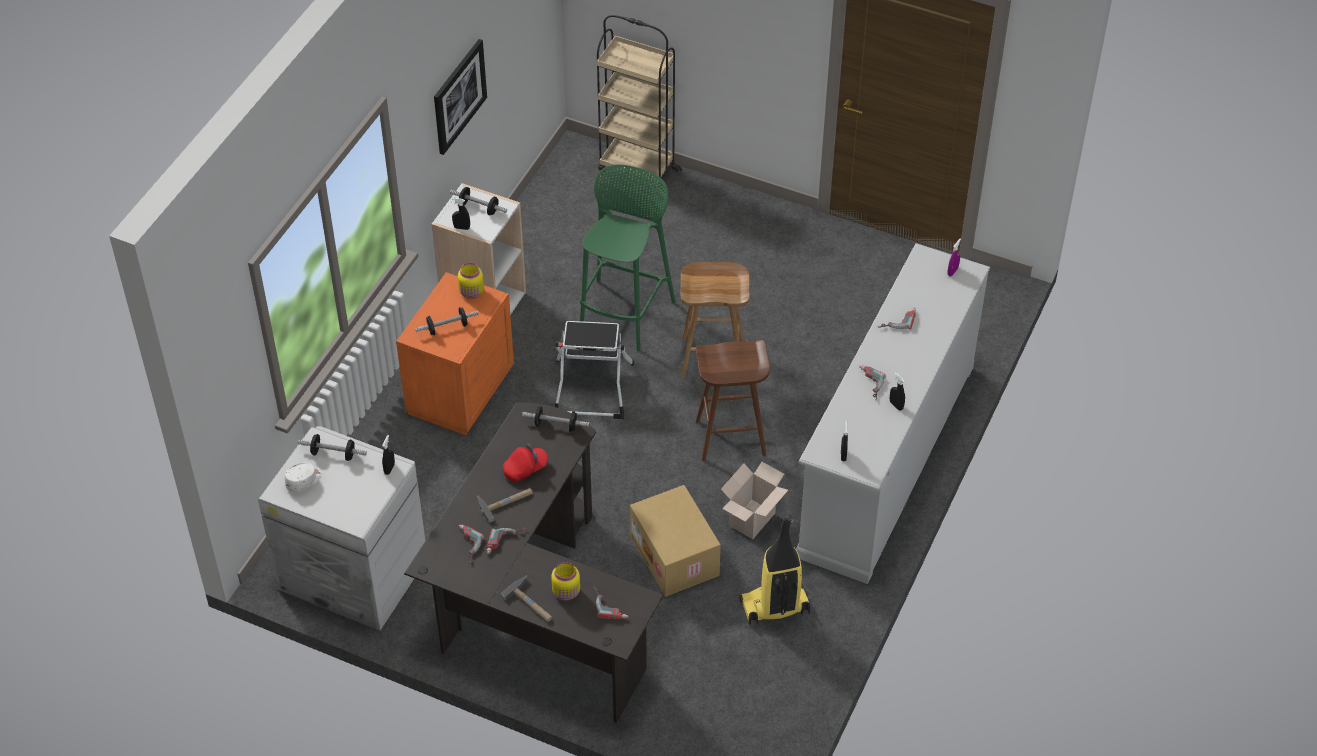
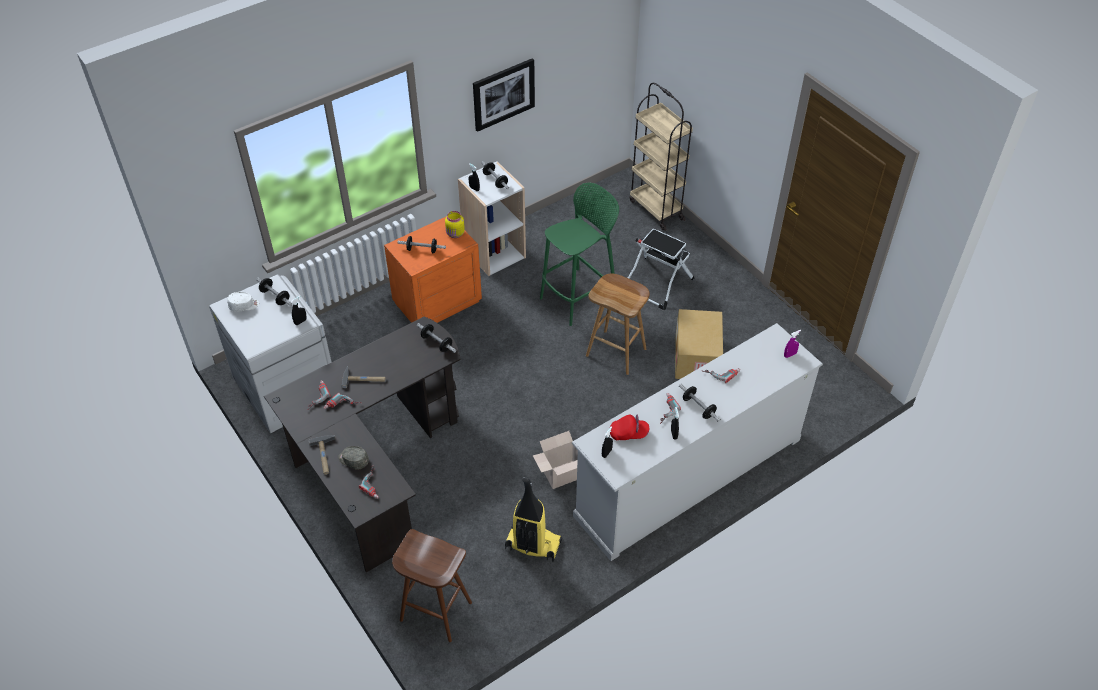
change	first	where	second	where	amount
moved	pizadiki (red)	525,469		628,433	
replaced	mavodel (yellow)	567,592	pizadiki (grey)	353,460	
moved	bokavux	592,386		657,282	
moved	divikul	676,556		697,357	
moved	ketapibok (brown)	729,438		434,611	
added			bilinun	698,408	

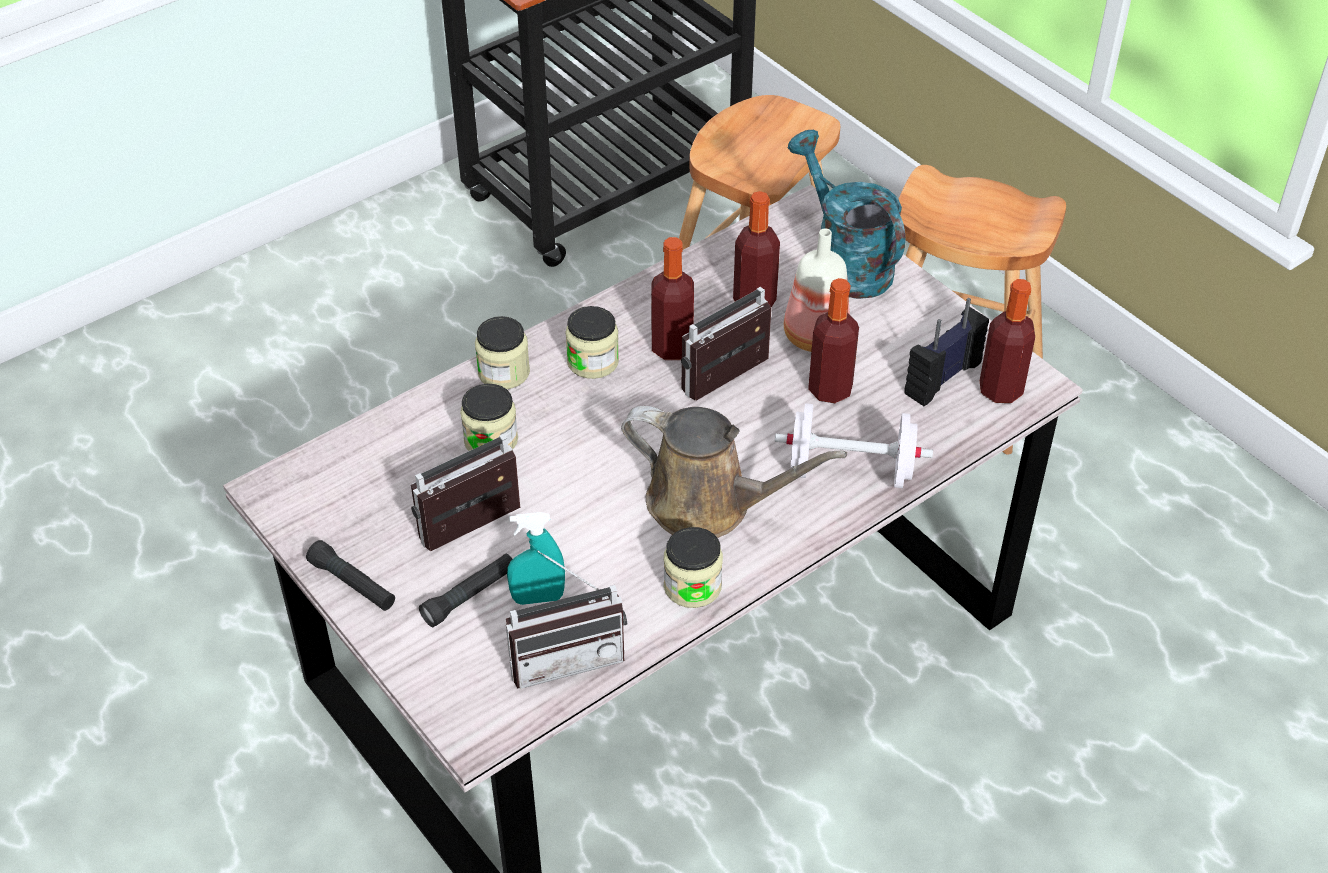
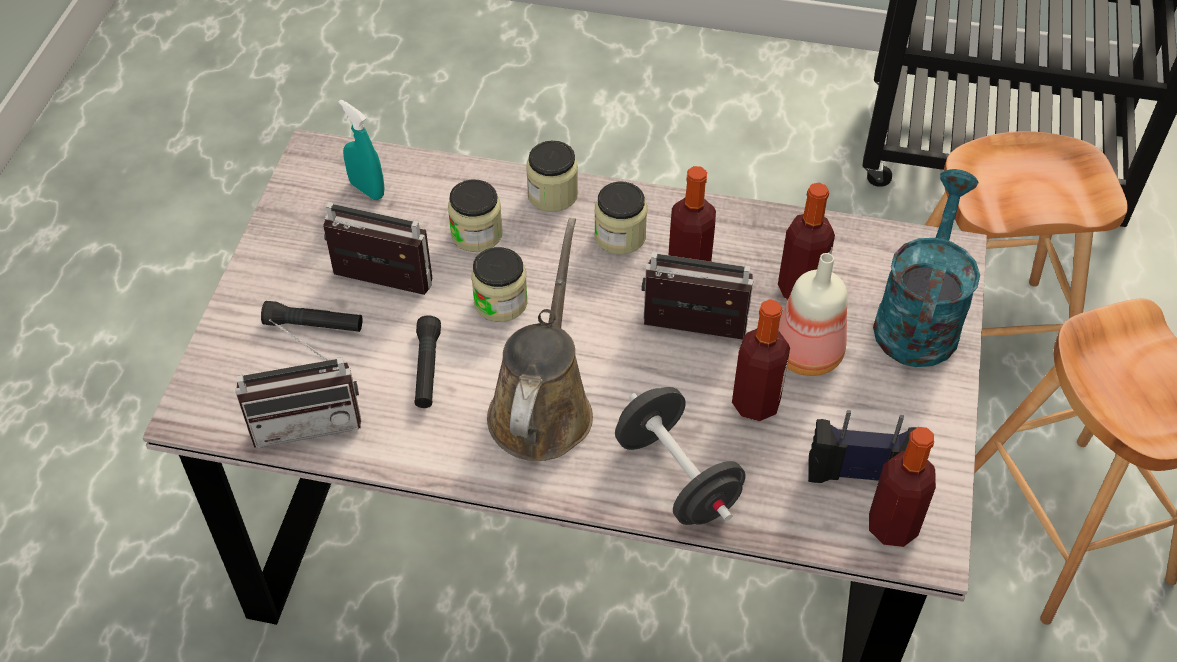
change	first	where	second	where	amount
moved	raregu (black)	353,584		427,369	
turned	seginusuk	565,655		307,419	45 degrees counterclockwise
moved	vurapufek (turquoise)	538,598		367,189	
turned	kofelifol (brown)	709,505		542,406	150 degrees counterclockwise
moved	mavodel	692,586		500,302	
recoloured	bilinun (white)	850,470	bilinun (black)	677,476	

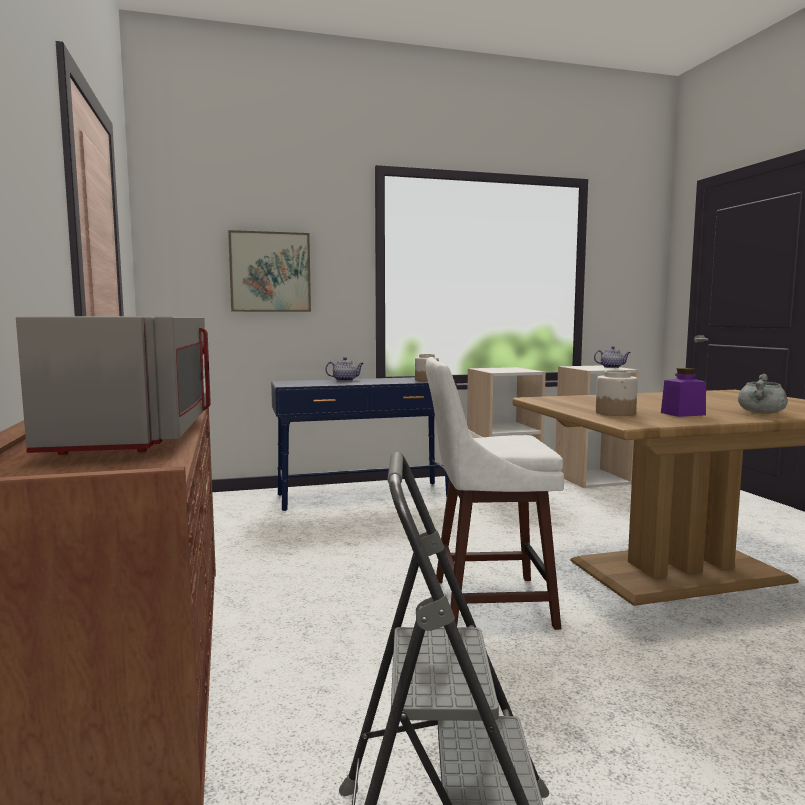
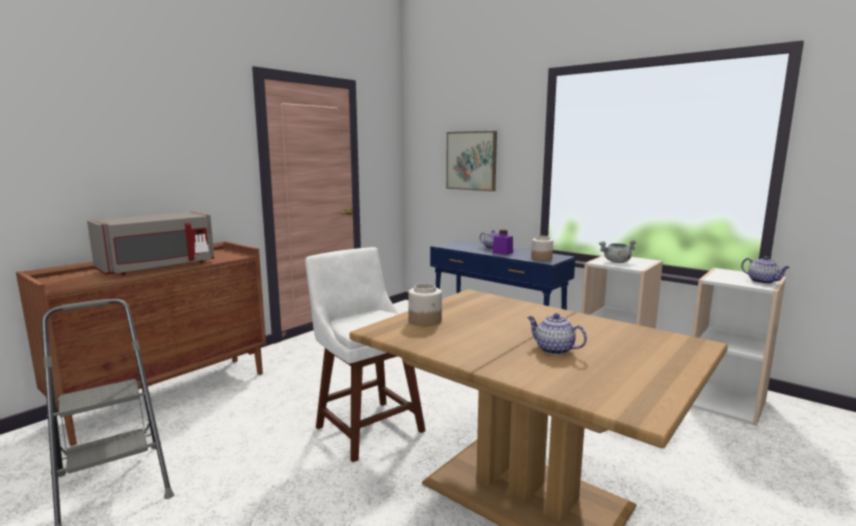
change	first	where	second	where	amount
moved	mavodel (purple)	683,414		502,252	
moved	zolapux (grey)	761,413		616,262	
added			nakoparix	553,349	

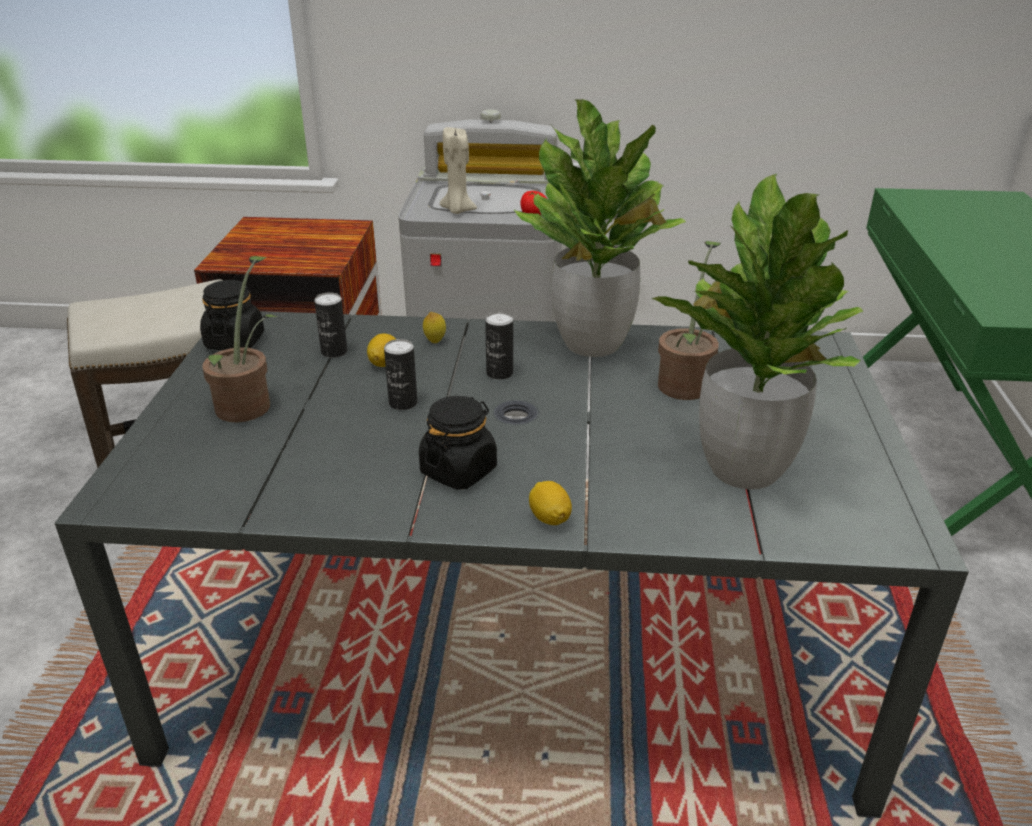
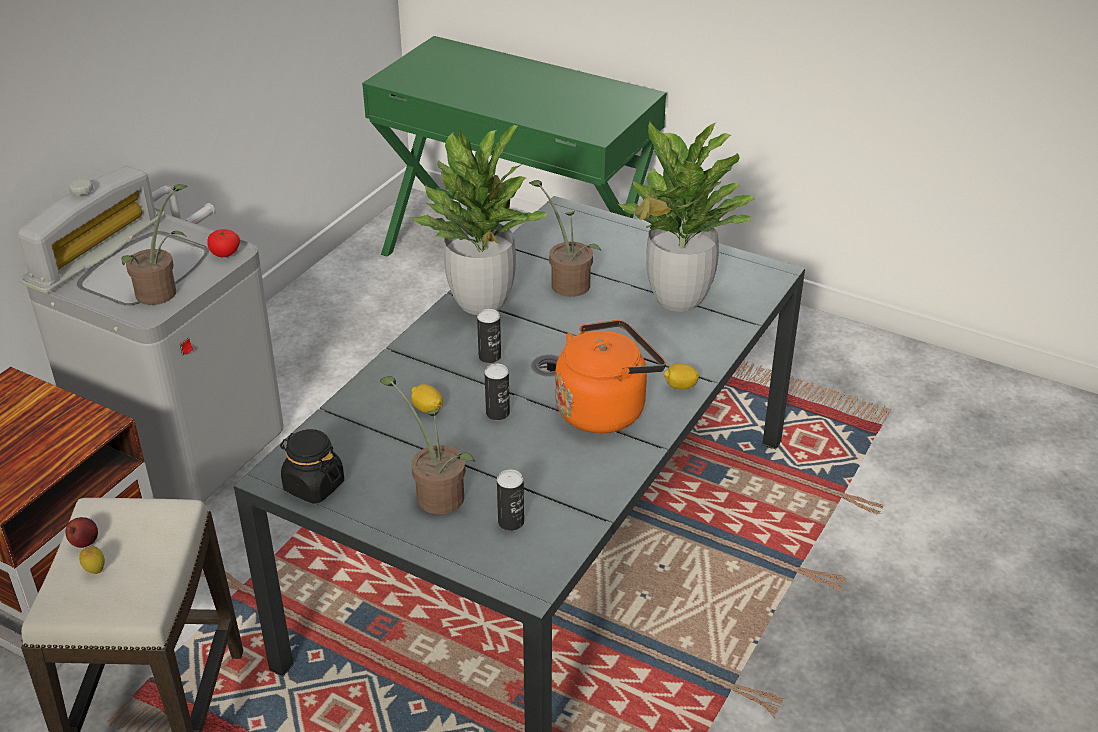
change	first	where	second	where	amount
moved	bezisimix	334,352		511,522	
replaced	mavodel (black)	458,470	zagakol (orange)	605,409	
moved	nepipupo	435,341		95,571	
replaced	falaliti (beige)	457,210	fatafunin	162,291	
added			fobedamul	84,542	

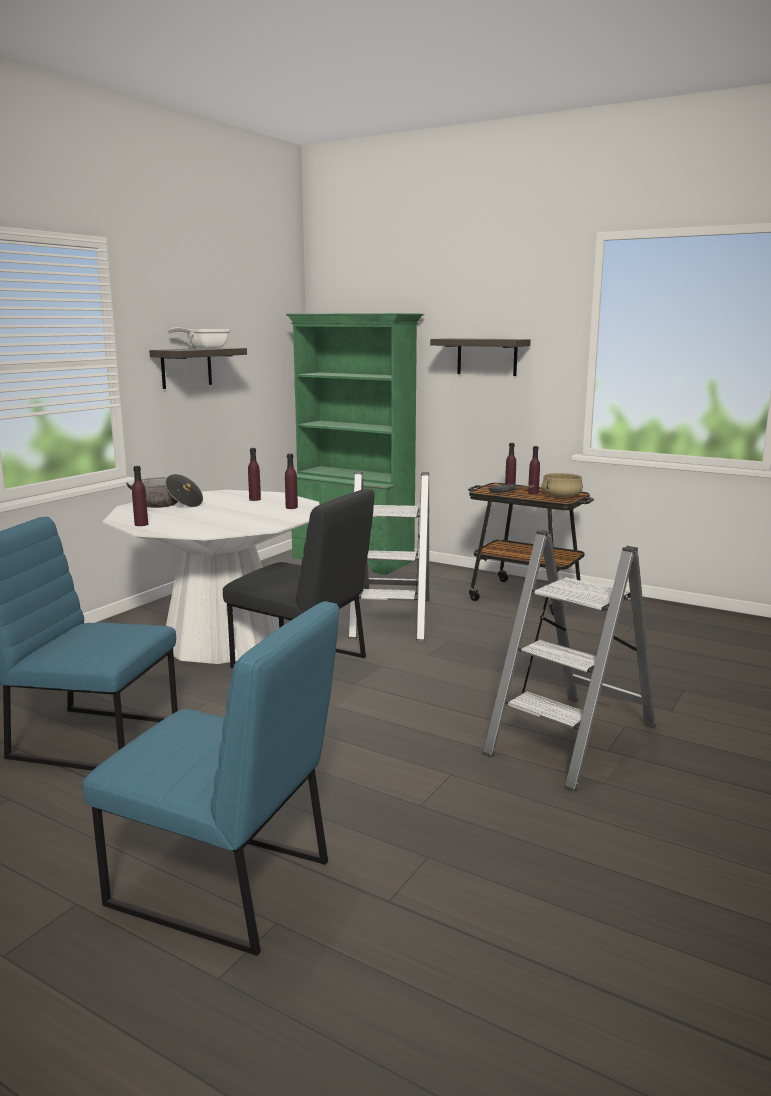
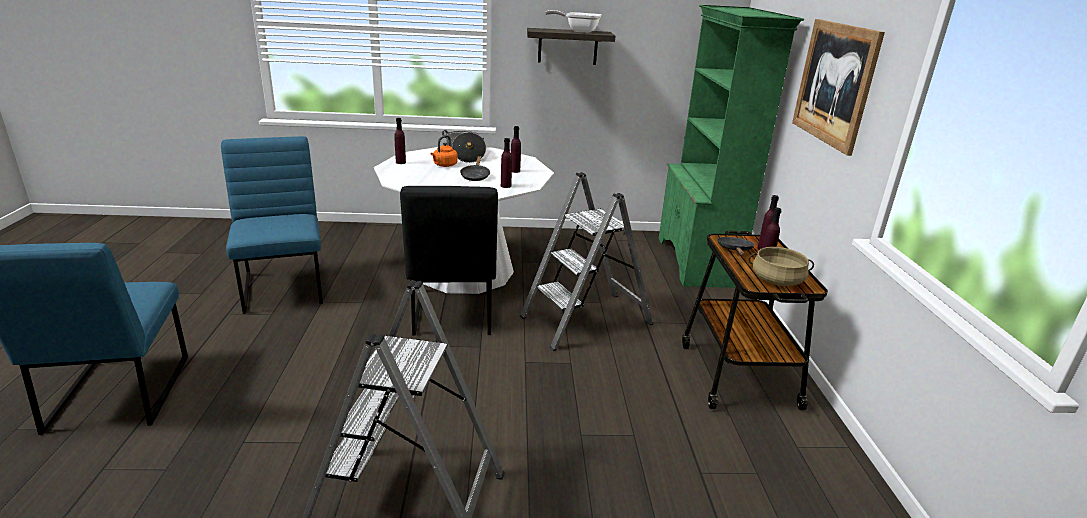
change	first	where	second	where	amount
replaced	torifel	487,356	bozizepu	834,83	
added			zagakol (orange)	444,165	
added			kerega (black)	475,176	

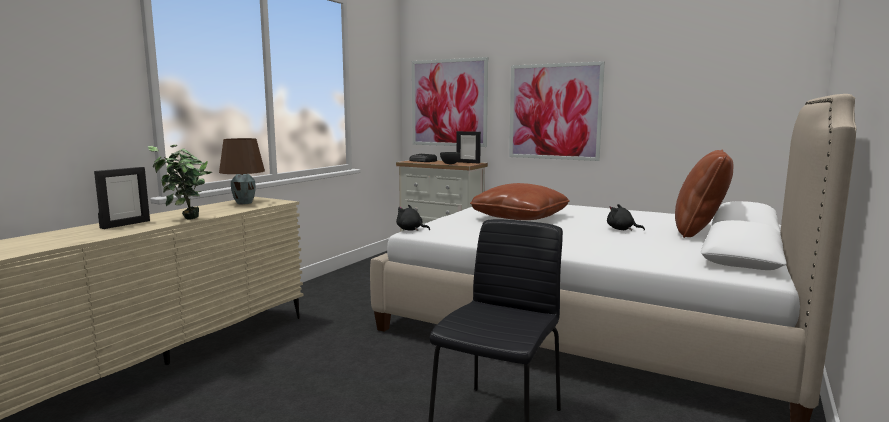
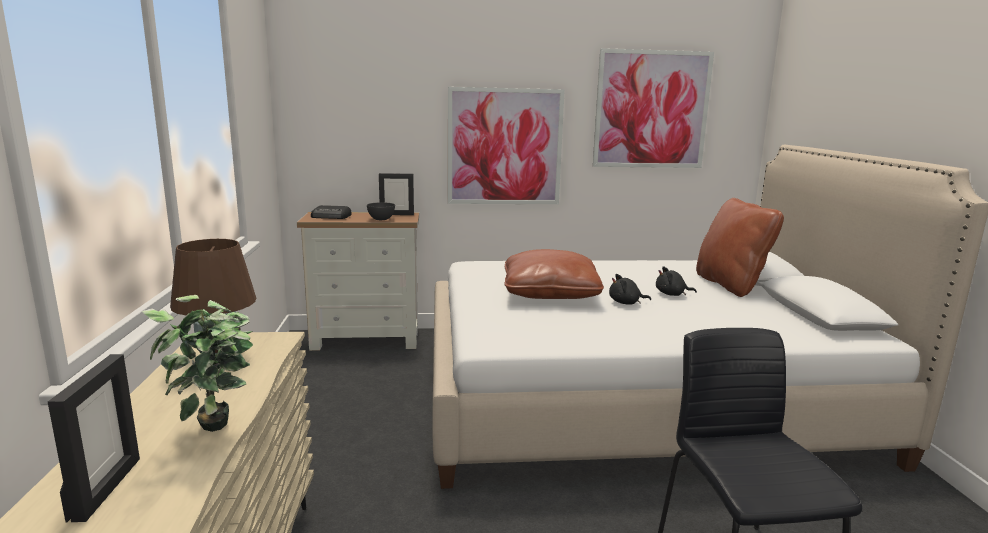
change	first	where	second	where	amount
moved	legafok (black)	411,230		626,303	
moved	bozizepu	449,103		651,110	

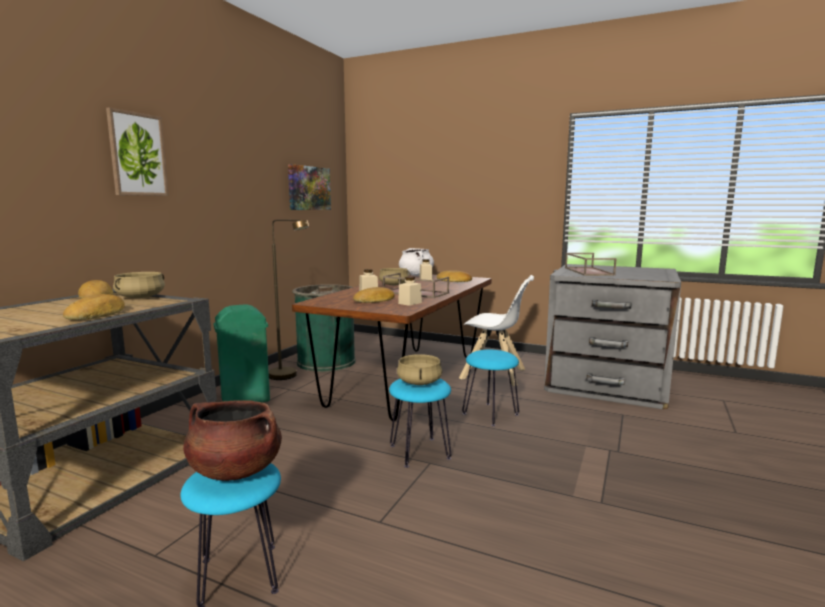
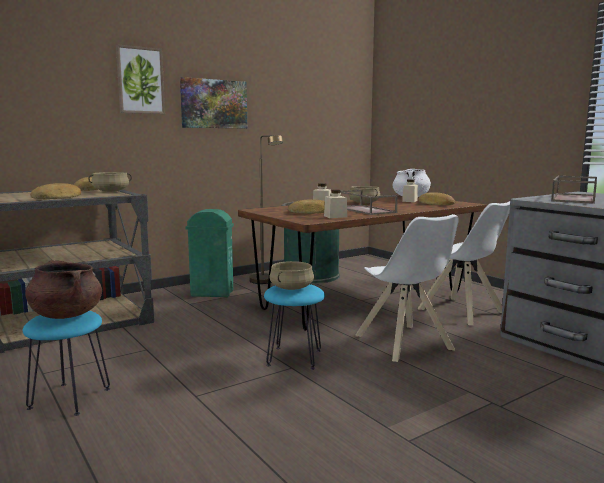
change	first	where	second	where	amount
moved	bozizepu	309,188		214,104	
replaced	ketapibok (turquoise)	490,414	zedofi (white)	405,344	

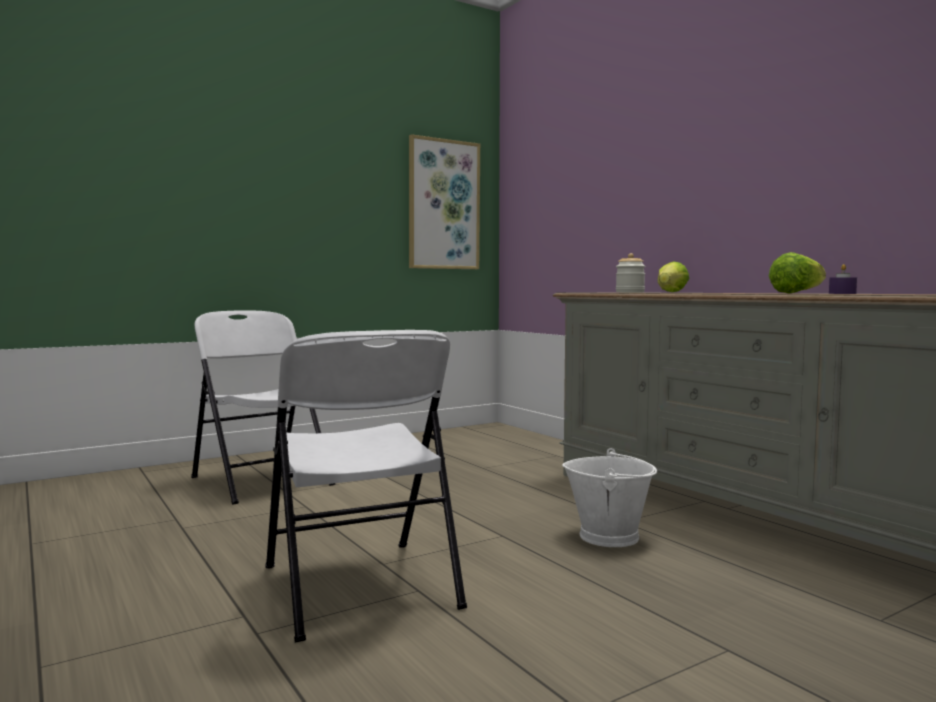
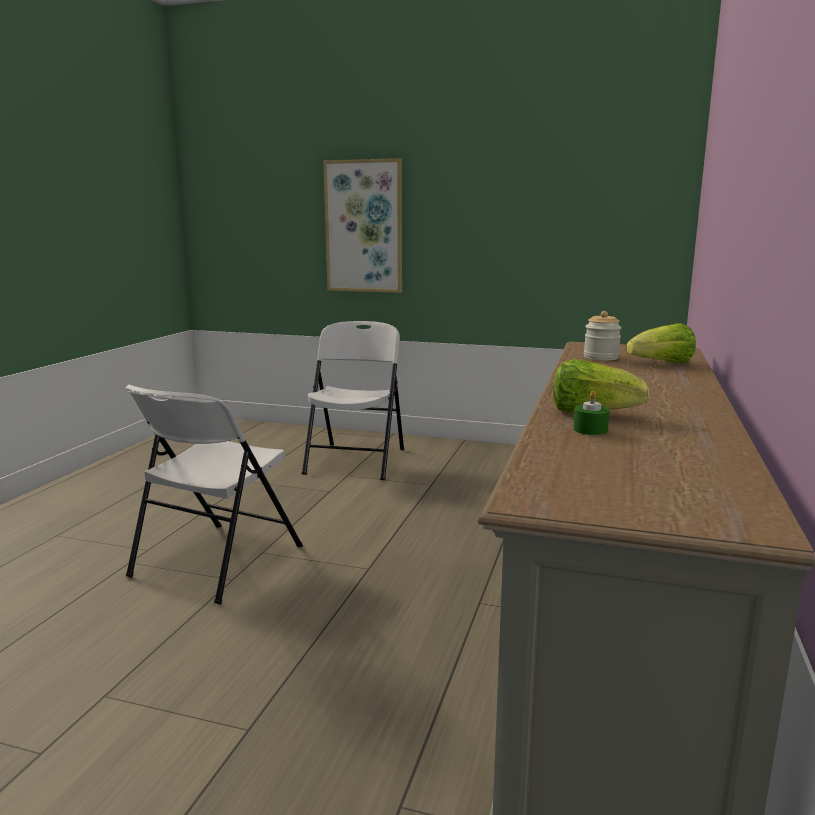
change	first	where	second	where	amount
moved	bozizepu	443,205		364,227	
removed	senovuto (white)	609,536			
recoloured	falaliti (purple)	842,293	falaliti (green)	590,430	

